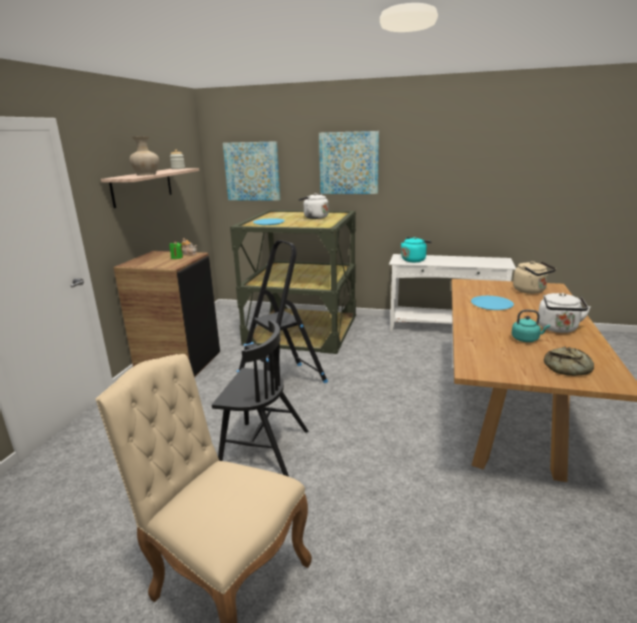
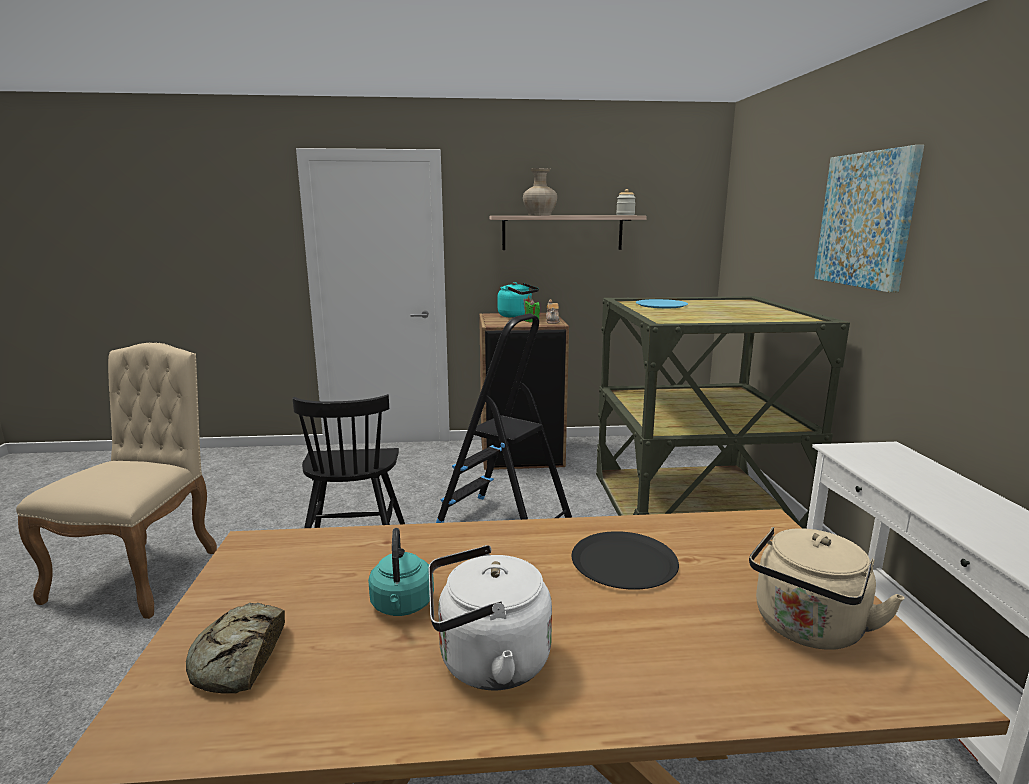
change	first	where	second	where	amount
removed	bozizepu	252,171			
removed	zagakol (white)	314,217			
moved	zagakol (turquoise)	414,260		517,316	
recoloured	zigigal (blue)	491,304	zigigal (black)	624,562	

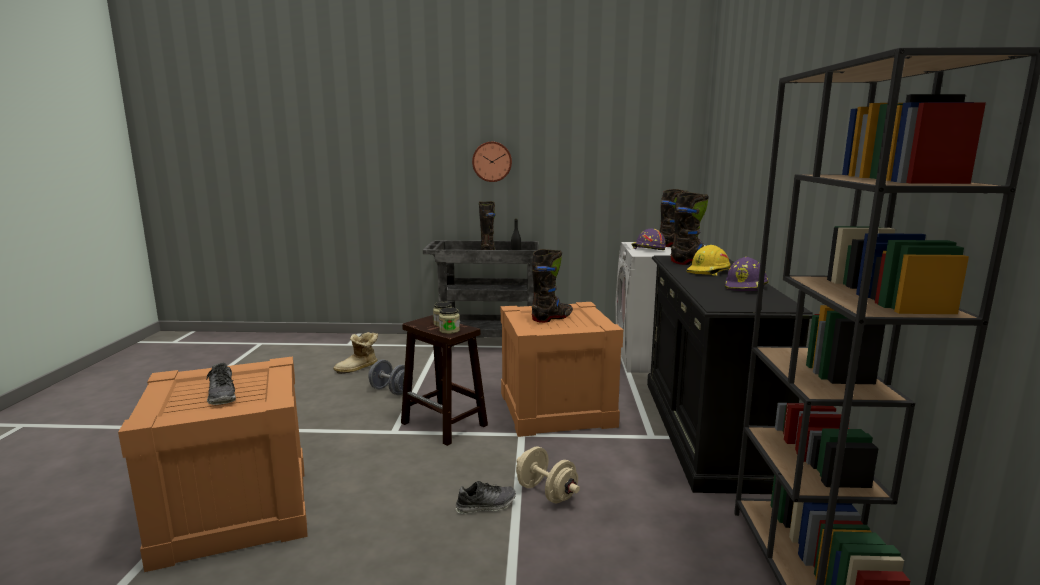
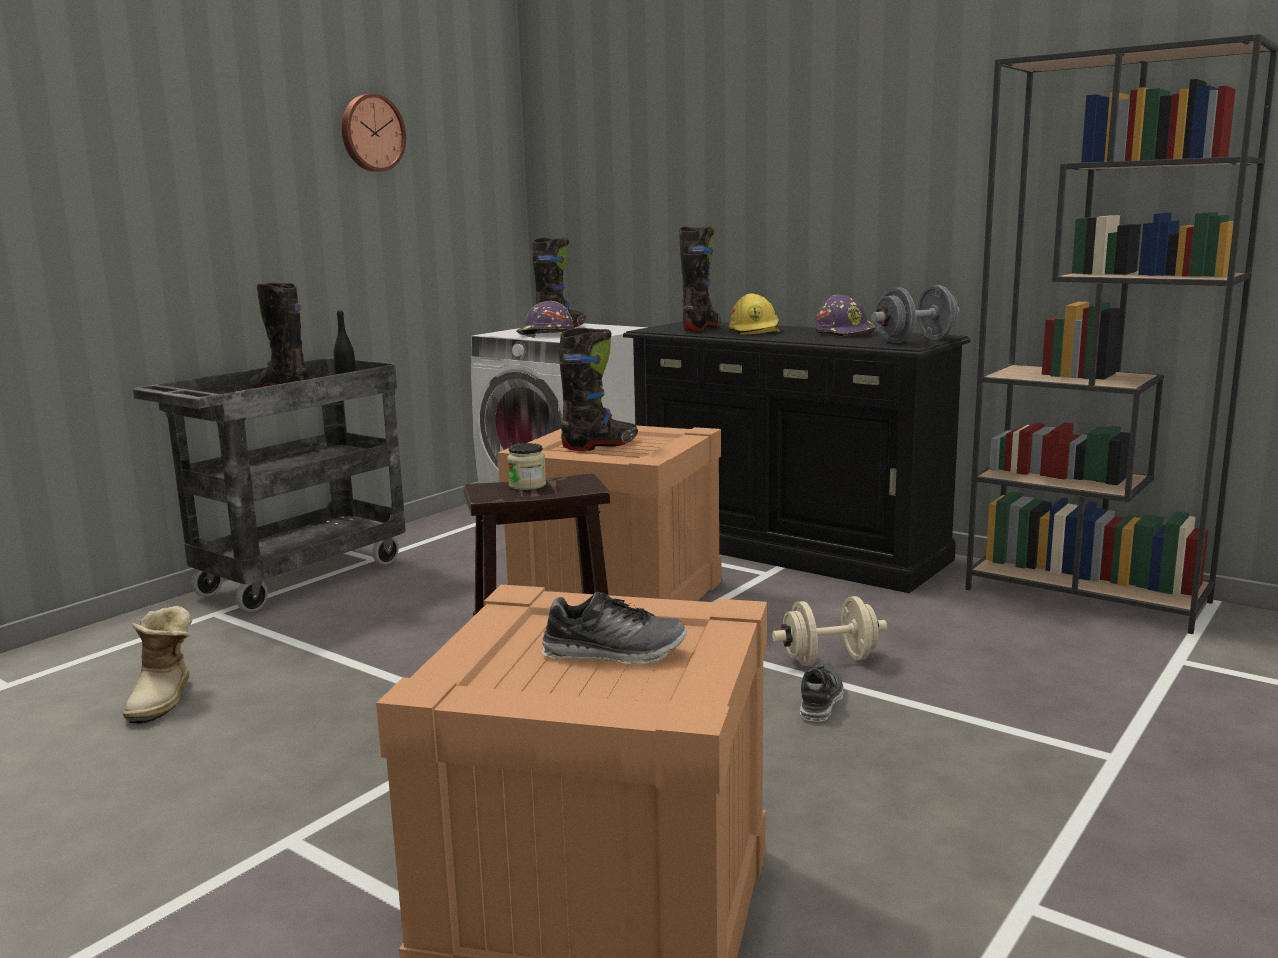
change	first	where	second	where	amount
moved	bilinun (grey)	391,391		915,341	
removed	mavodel	449,330			
moved	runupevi	492,161		371,133	
turned	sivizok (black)	552,318		600,445	60 degrees clockwise

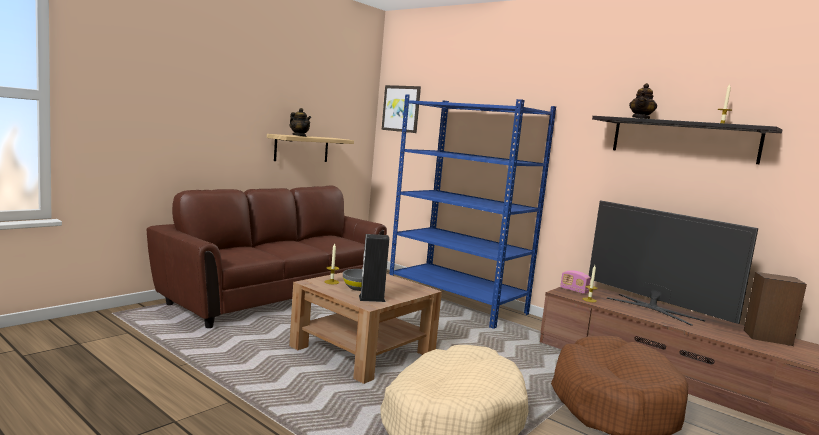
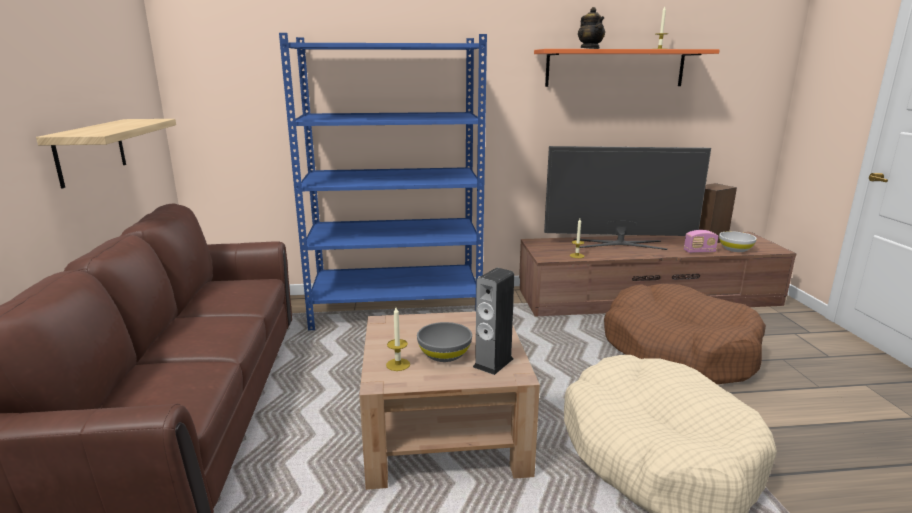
change	first	where	second	where	amount
removed	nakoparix	299,136			
removed	bozizepu	401,108			
moved	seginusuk	574,291		699,252	
recoloured	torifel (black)	683,140	torifel (orange)	615,68	
added			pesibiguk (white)	735,249	

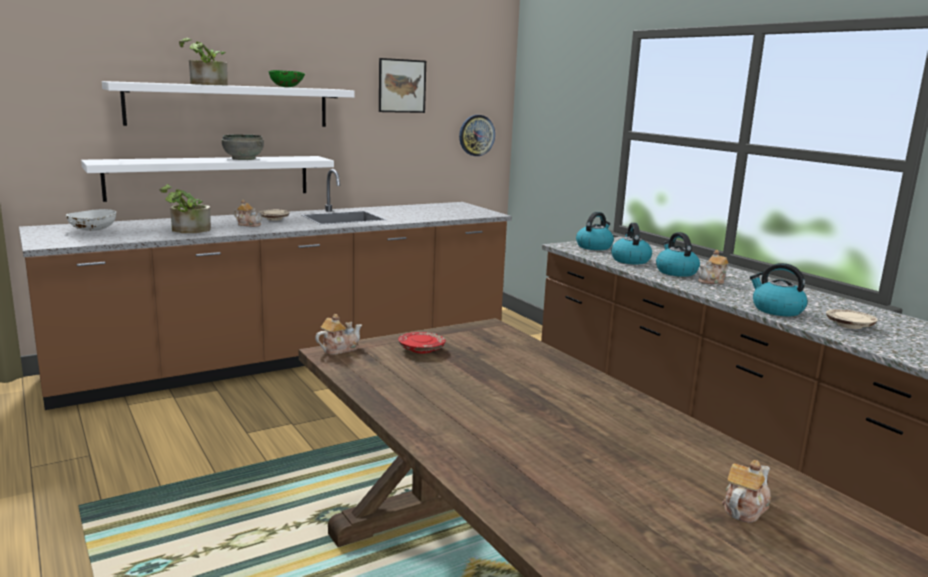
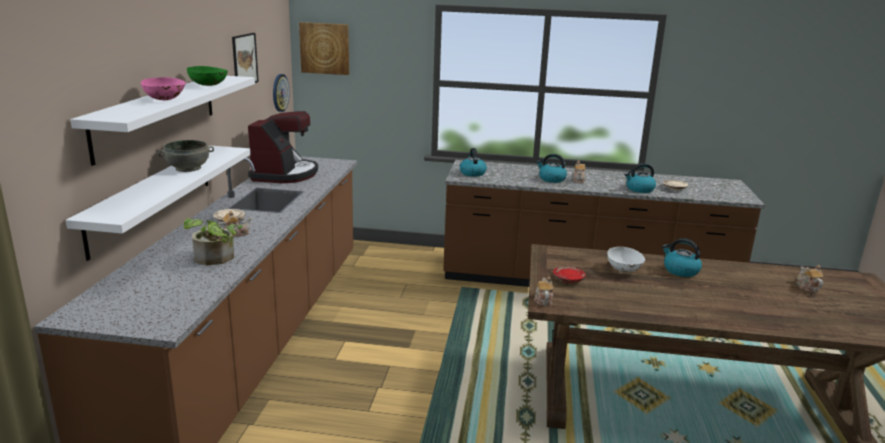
change	first	where	second	where	amount
moved	pesibiguk (white)	93,230		624,270	
replaced	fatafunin	206,84	pesibiguk (pink)	165,99	
moved	zagakol	630,260		680,270	
added			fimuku	285,174	
added			bozizepu	325,48	

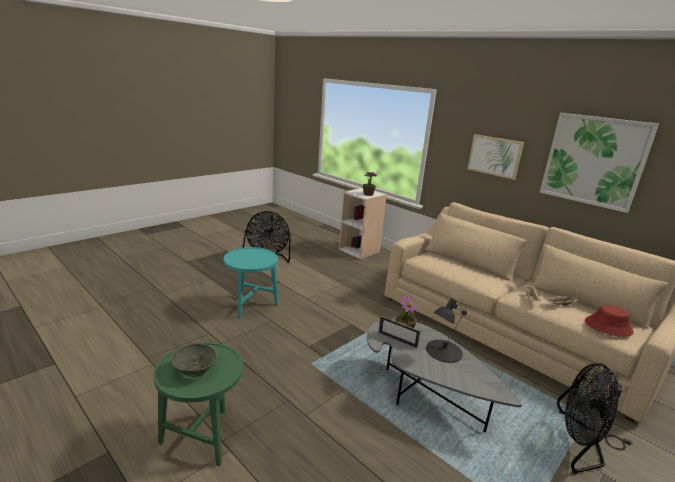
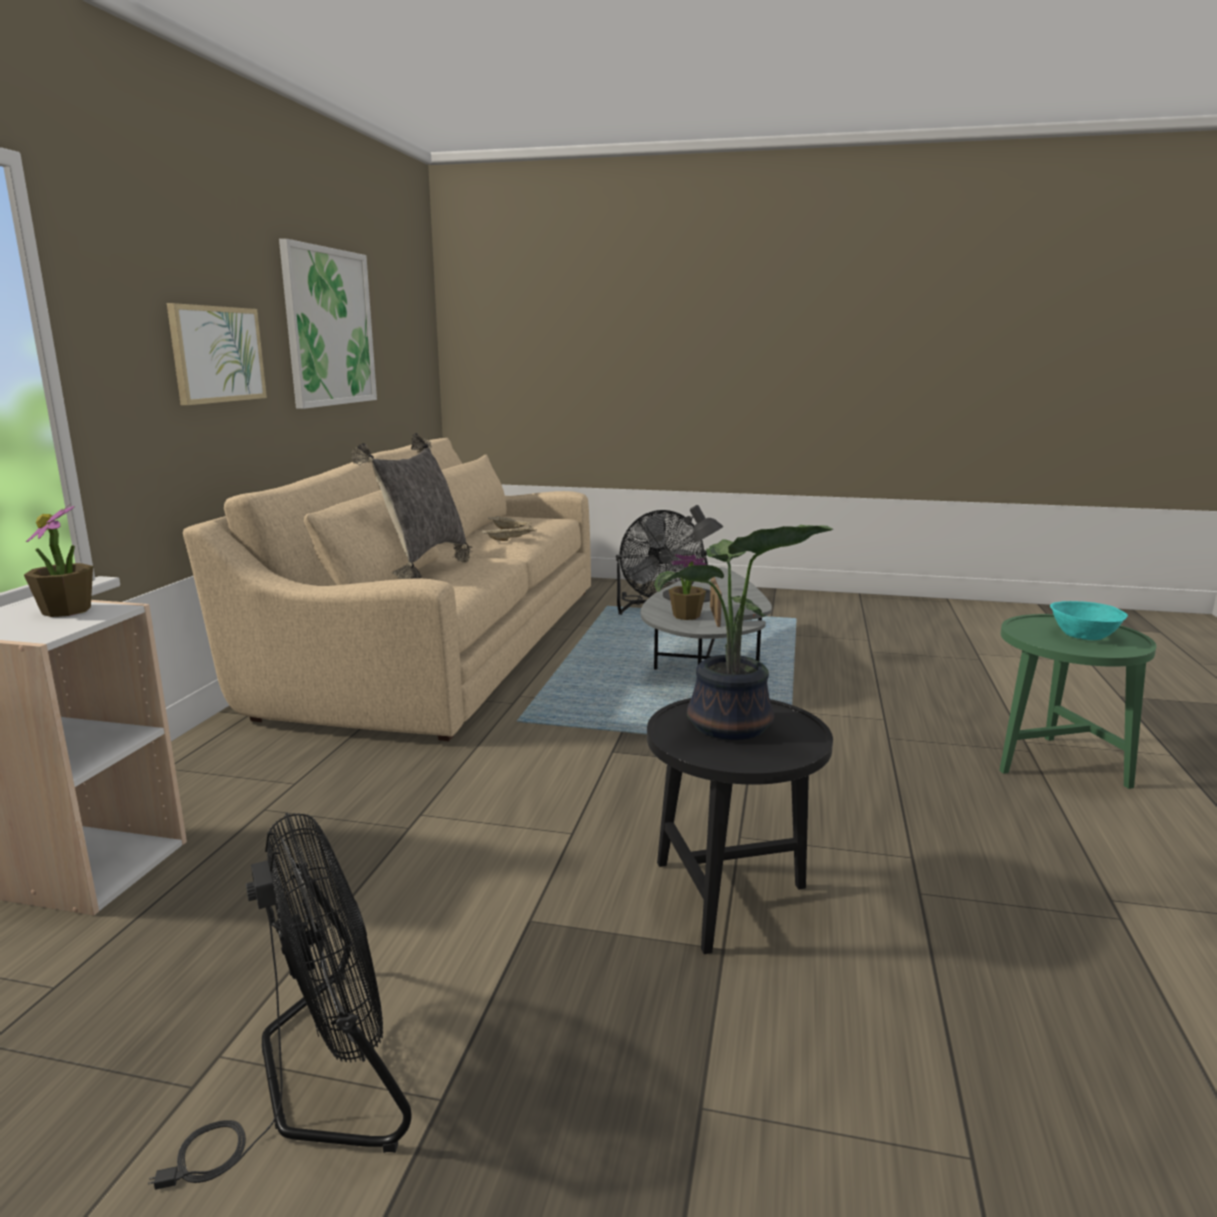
change	first	where	second	where	amount
recoloured	pesibiguk (grey)	194,370	pesibiguk (turquoise)	1085,636	
recoloured	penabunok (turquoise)	251,306	penabunok (black)	729,897	
removed	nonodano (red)	608,326			
added			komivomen	420,572	
added			fatafunin	730,727	

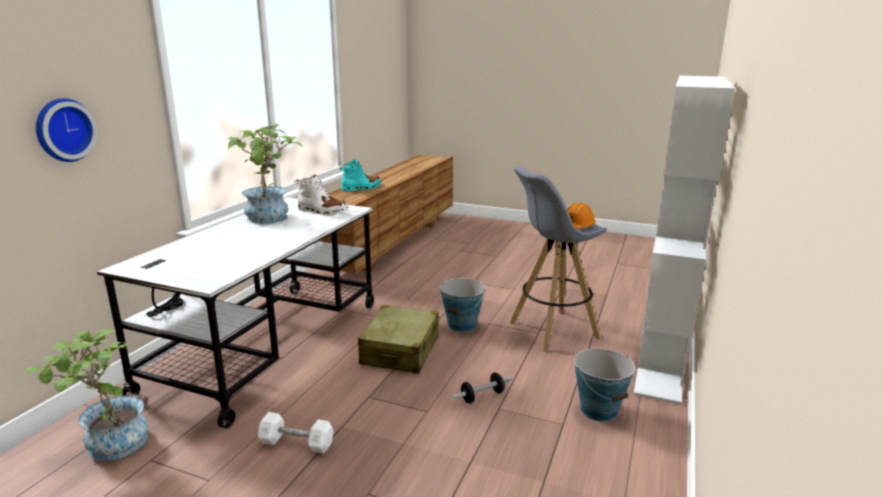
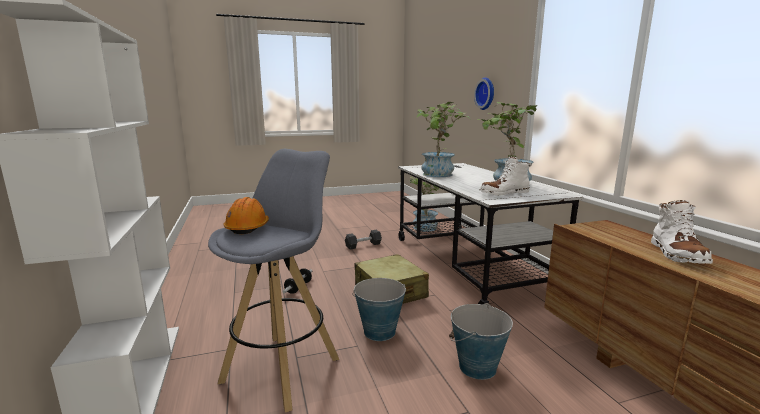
change	first	where	second	where	amount
recoloured	bilinun (white)	296,443	bilinun (black)	363,245	
recoloured	sivizok (turquoise)	361,188	sivizok (white)	676,254	
moved	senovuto	599,410		477,367	
added			fatafunin	438,175	

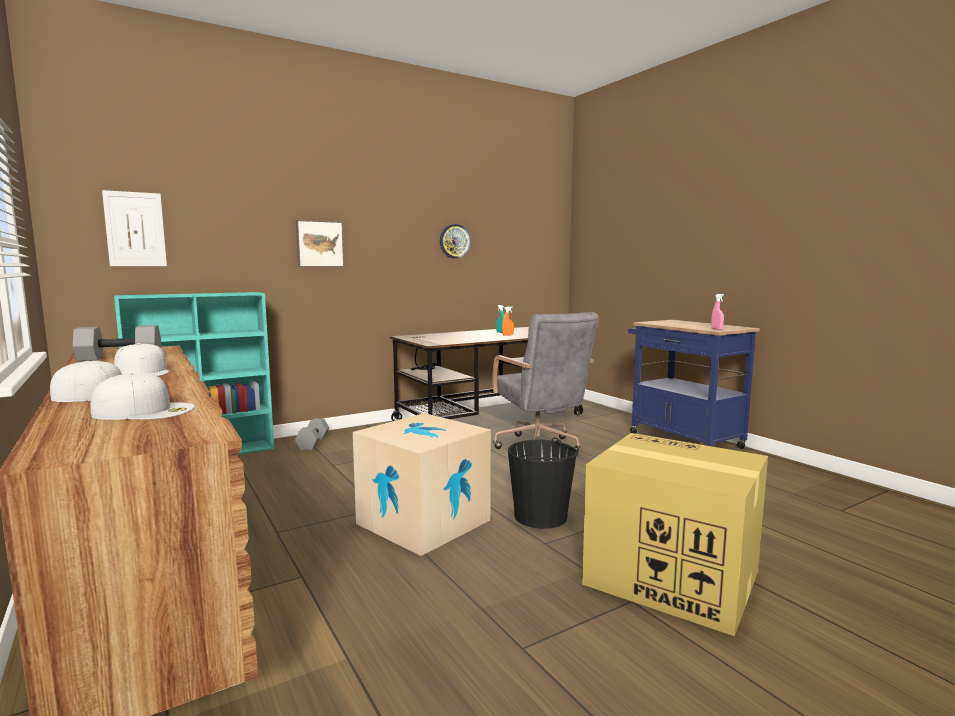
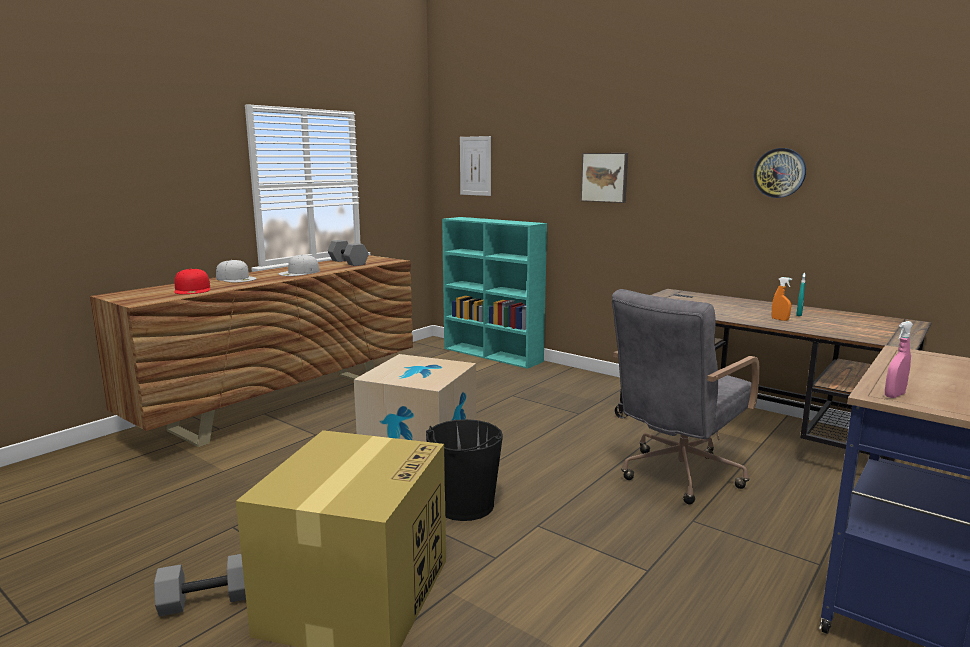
change	first	where	second	where	amount
recoloured	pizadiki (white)	145,411	pizadiki (red)	193,289	
moved	bilinun (grey)	312,442		209,599	

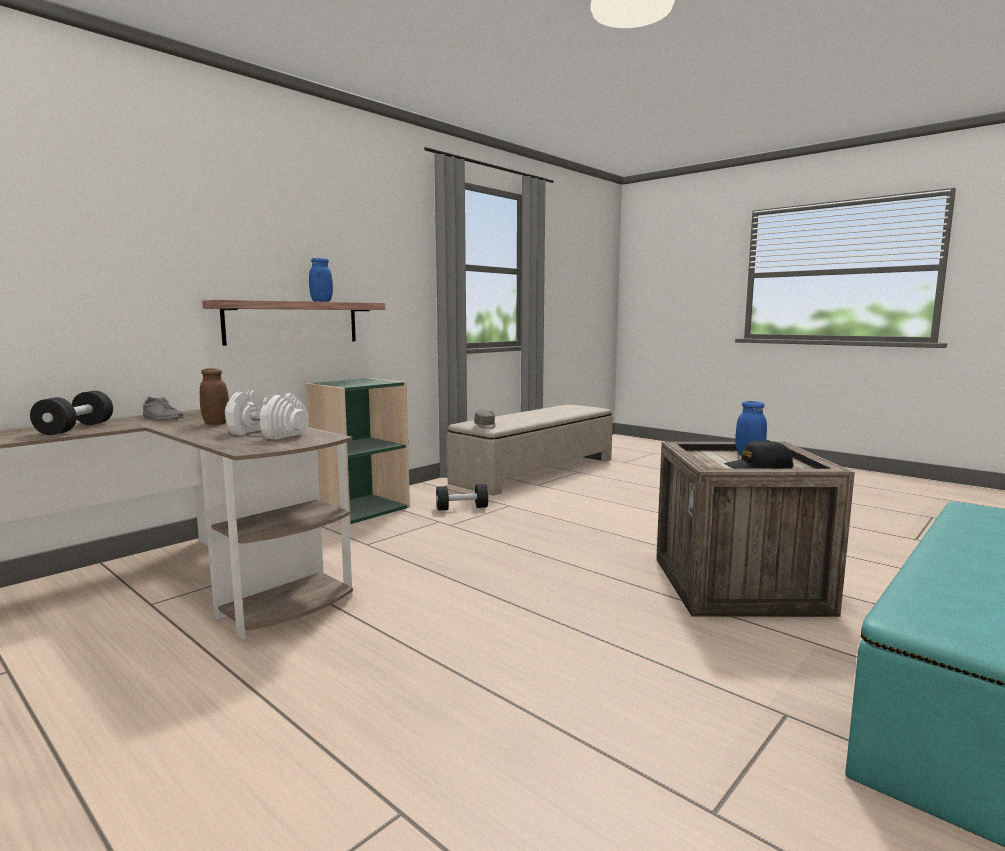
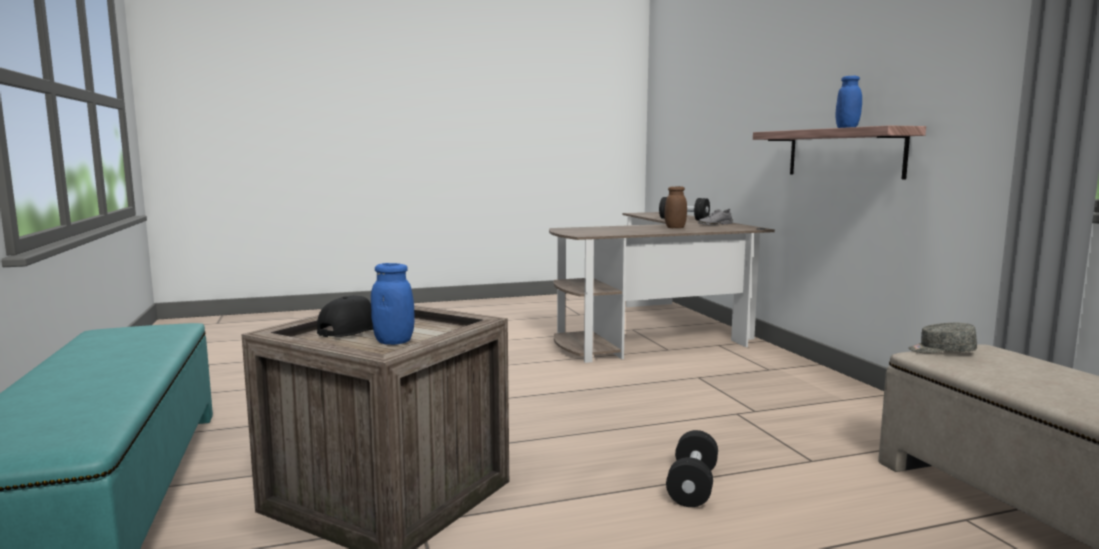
change	first	where	second	where	amount
removed	bilinun (white)	268,434			
removed	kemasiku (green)	361,508			
moved	bilinun (black)	462,508		692,486	

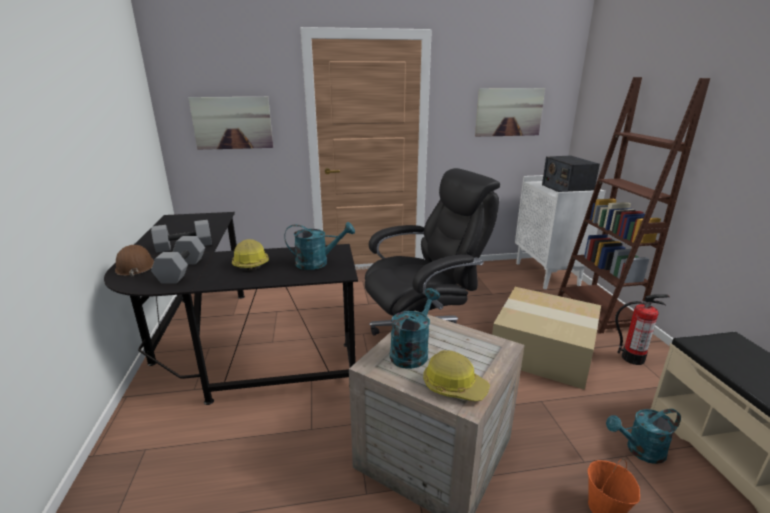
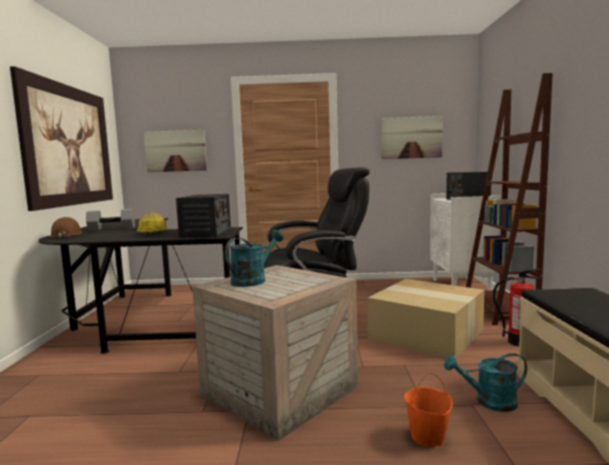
change	first	where	second	where	amount
removed	bilinun (grey)	181,270			
replaced	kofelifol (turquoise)	318,263	seginusuk	206,233	
removed	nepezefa	454,386			
added			bozizepu	69,145	

